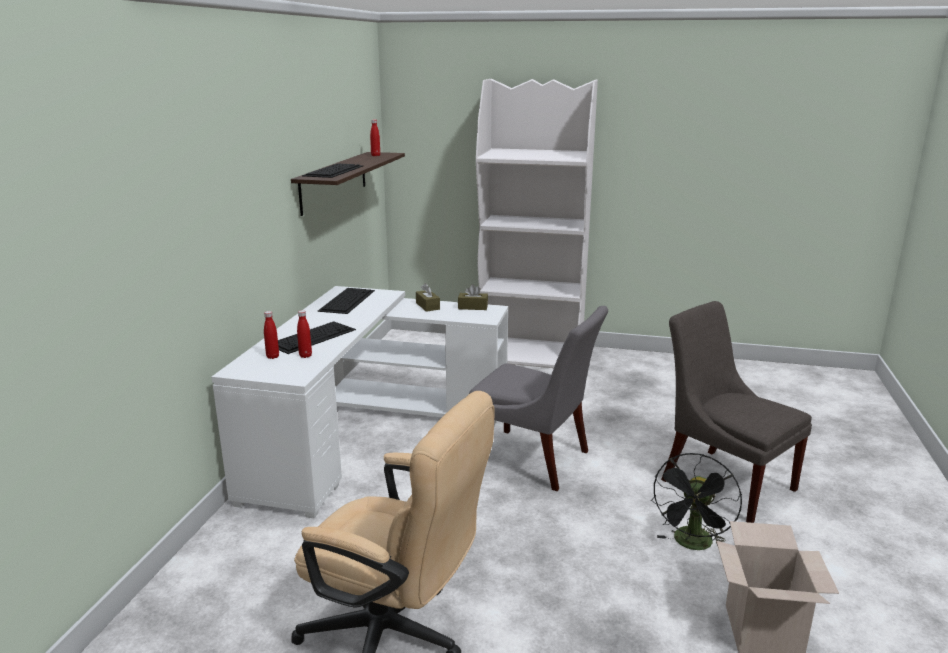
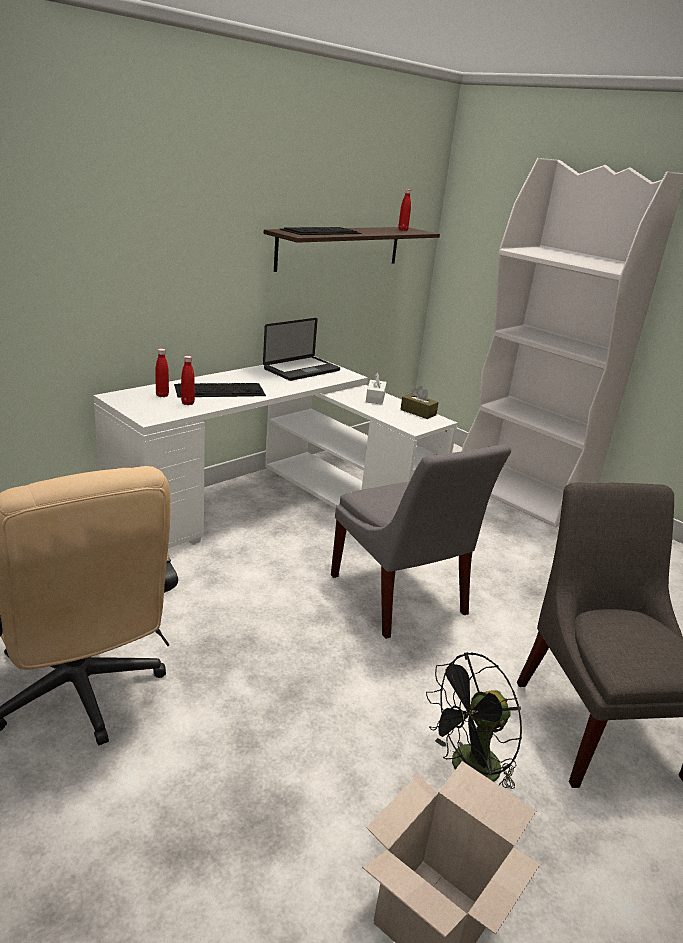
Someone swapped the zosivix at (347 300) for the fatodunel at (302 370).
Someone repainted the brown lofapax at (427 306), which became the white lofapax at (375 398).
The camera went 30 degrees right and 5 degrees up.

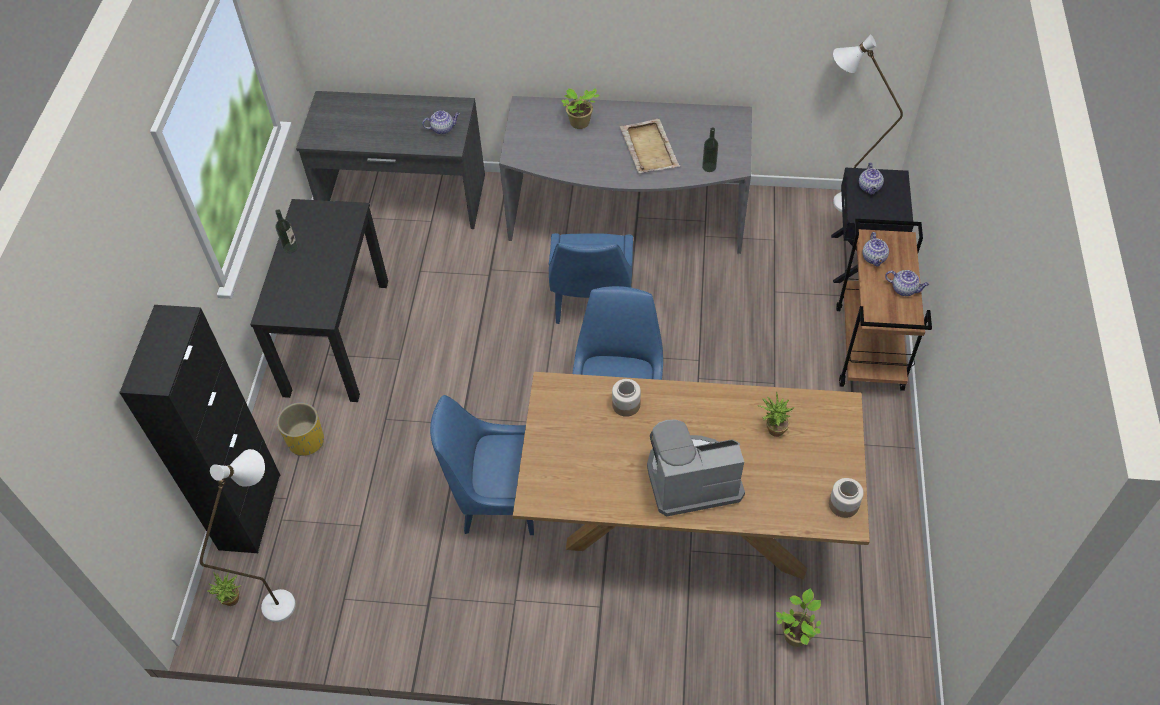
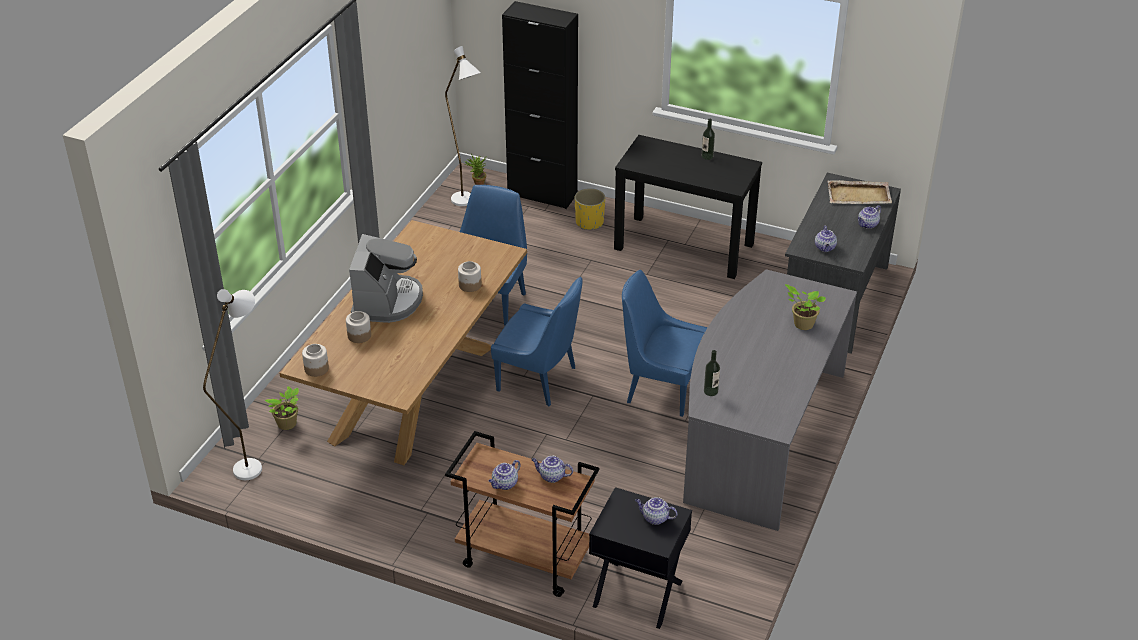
Someone carried the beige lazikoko from (649 148) to (859 195).
Someone took away the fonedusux at (772 429).
Someone carried the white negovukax from (836 202) to (254 463).
Someone put down the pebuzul at (359 335).
Someone put down the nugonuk at (867 225).
The camera went 105 degrees right and 15 degrees down.

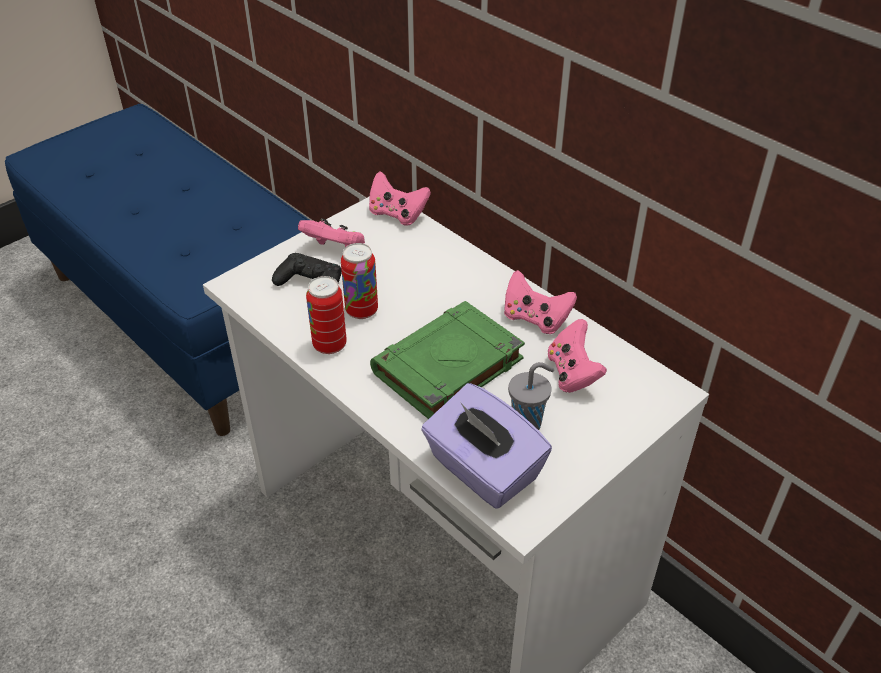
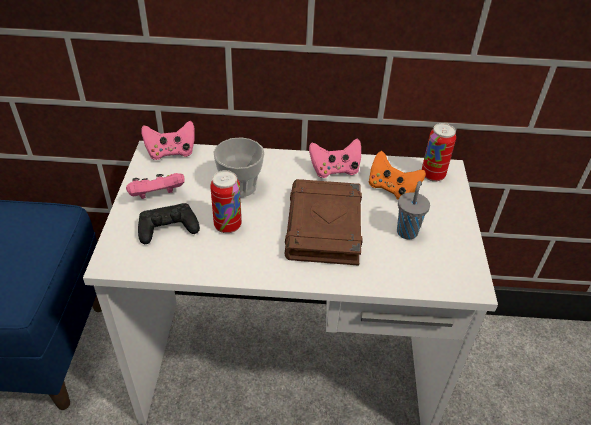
Someone carried the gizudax from (329 345) to (432 175).
Someone repainted the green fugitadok at (447 367), which became the brown fugitadok at (324 228).
Someone took away the purple lofapax at (482 470).
Someone repainted the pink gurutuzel at (572 373), which became the orange gurutuzel at (392 189).
Someone put down the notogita at (240 186).
The camera went 45 degrees left and 0 degrees up.

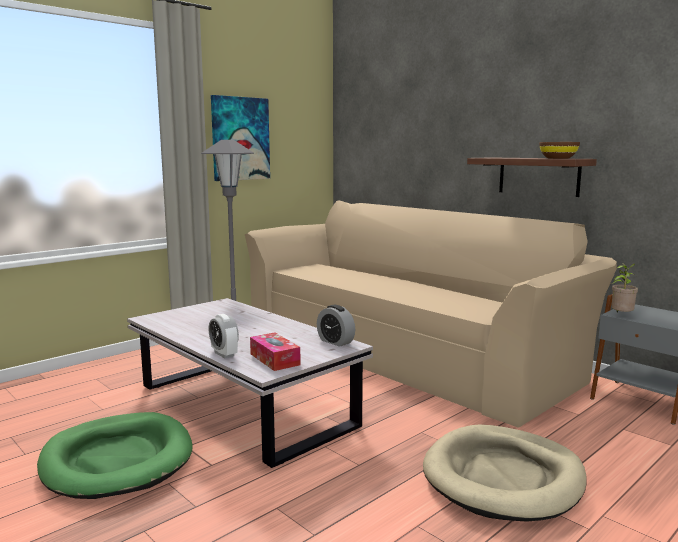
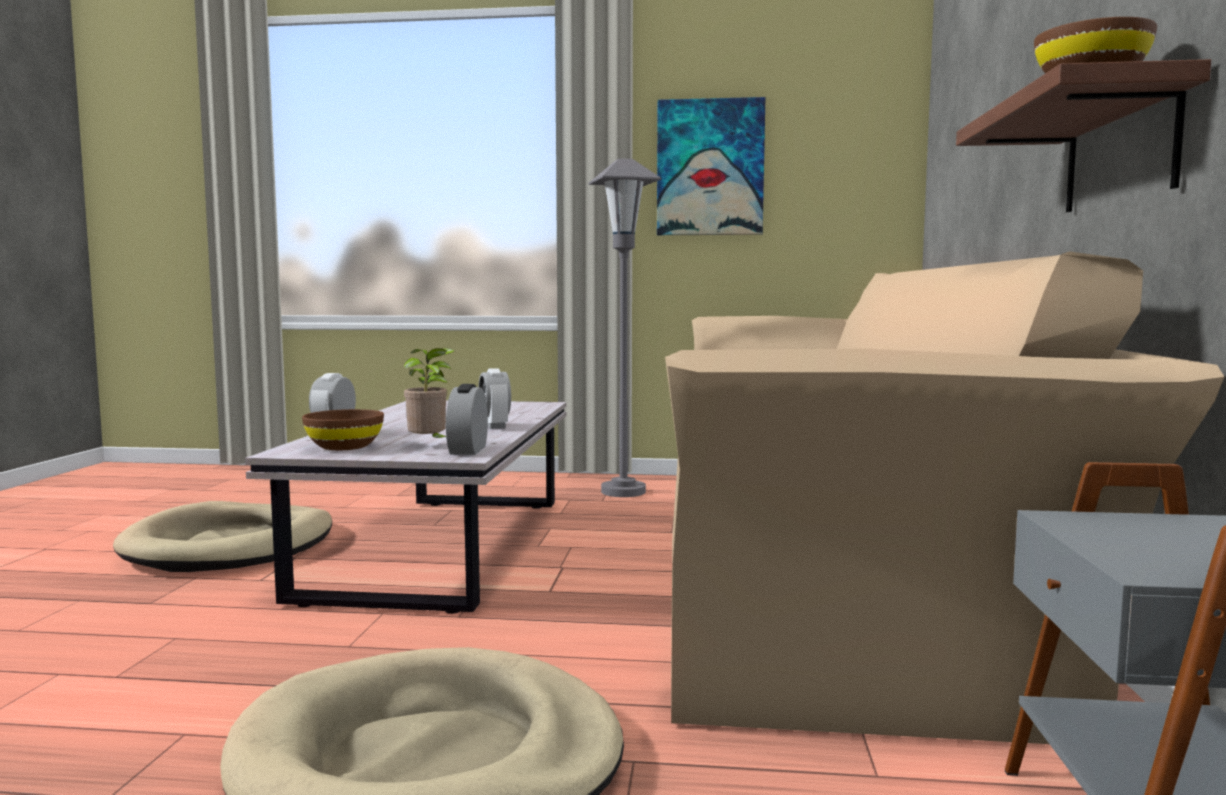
Someone repainted the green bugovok at (117 460), which became the beige bugovok at (231 545).
Someone swapped the lofapax at (274 359) for the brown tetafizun at (344 447).
Someone carried the fonedusux from (621 316) to (430 445).
Someone put down the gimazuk at (495 426).
The camera went 50 degrees right and 5 degrees down.

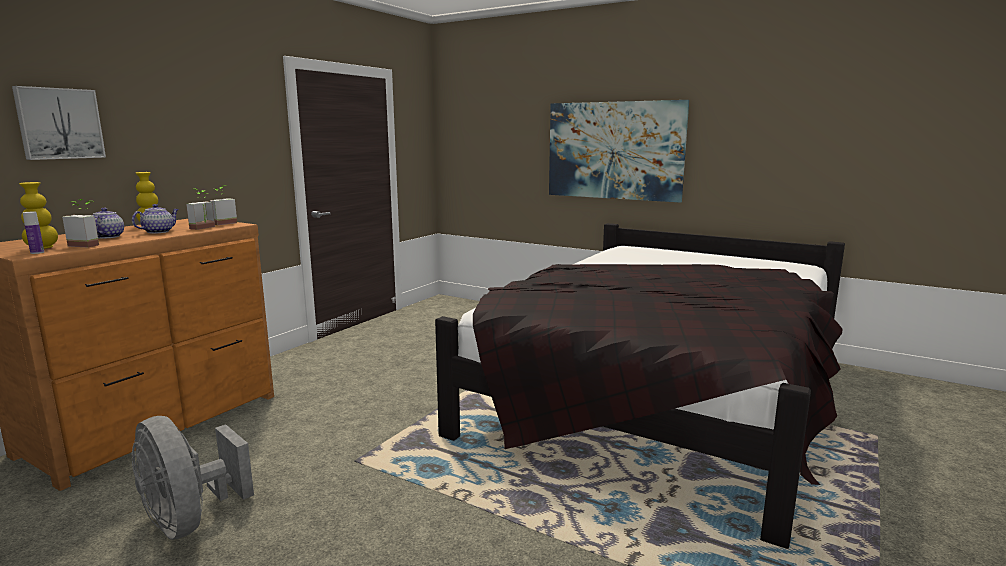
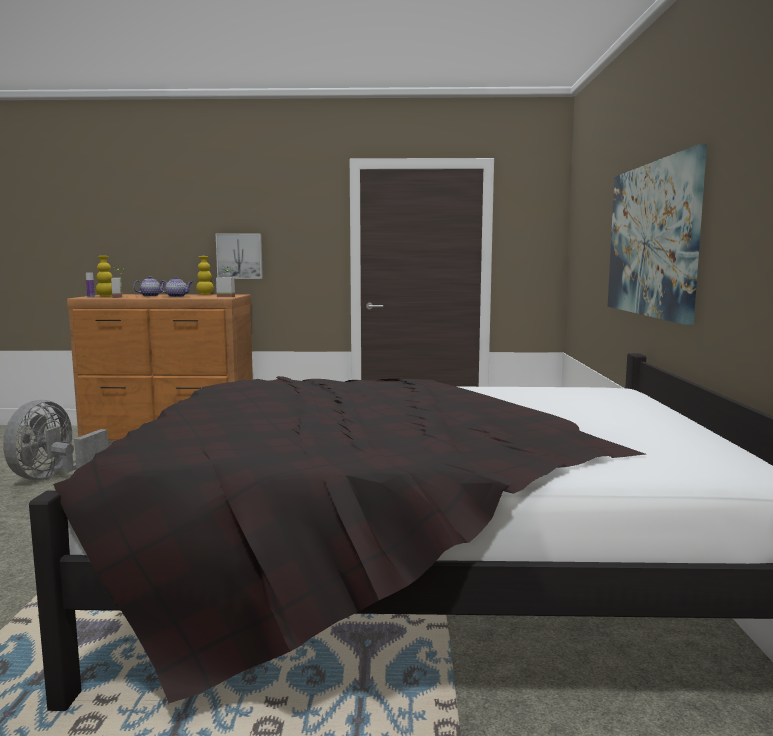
Someone carried the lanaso from (59 123) to (239 256).
Someone took away the fonedusux at (205 228).
The camera went 60 degrees right and 5 degrees down.

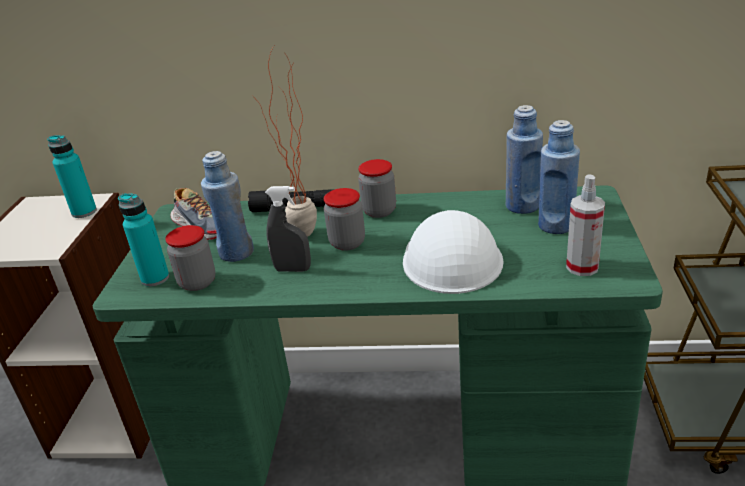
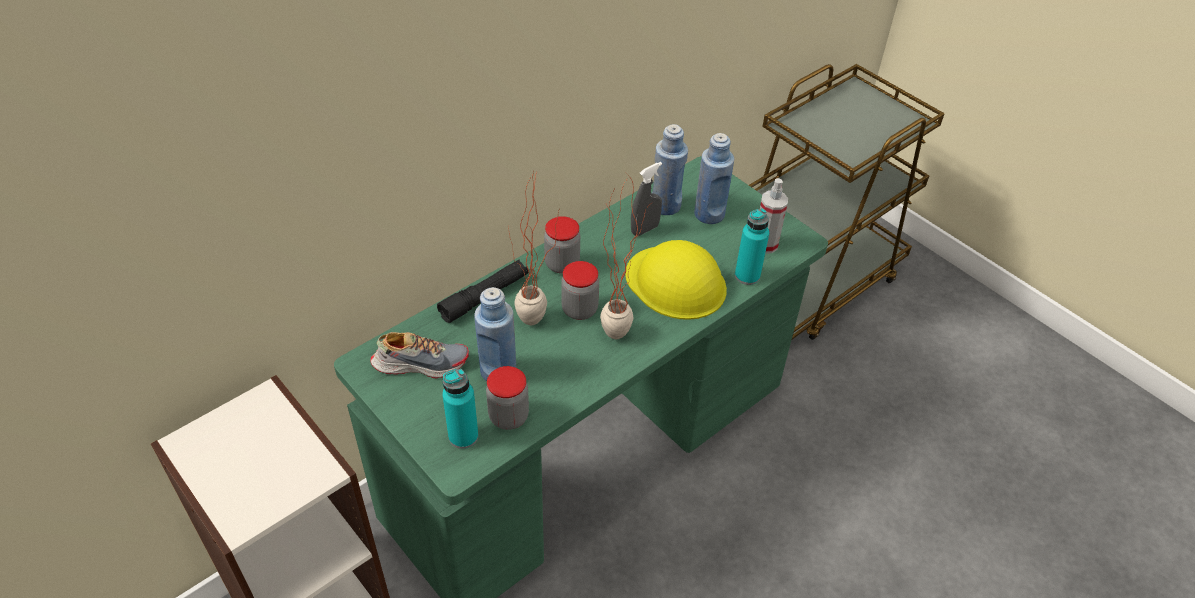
Someone carried the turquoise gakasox from (84 212) to (747 276).
Someone carried the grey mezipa from (292 269) to (644 229).
Someone repainted the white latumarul at (451 259), which became the yellow latumarul at (676 282).
Someone put down the fonedusux at (620 327).
The camera went 50 degrees left and 15 degrees up.

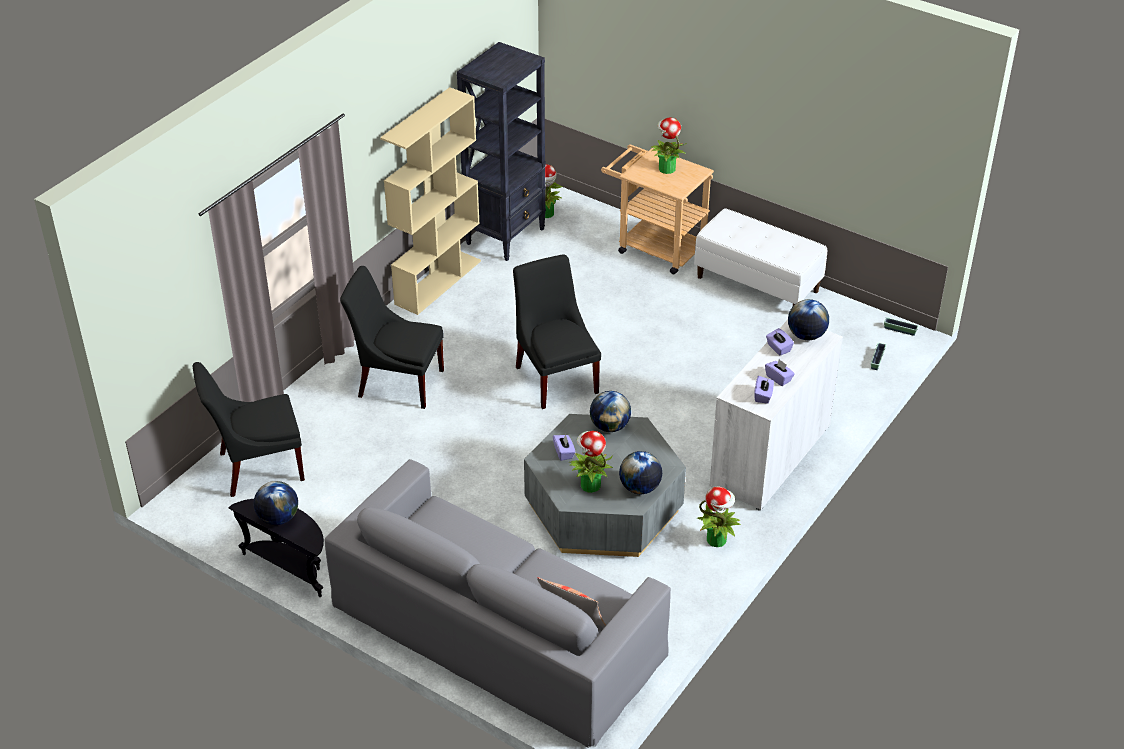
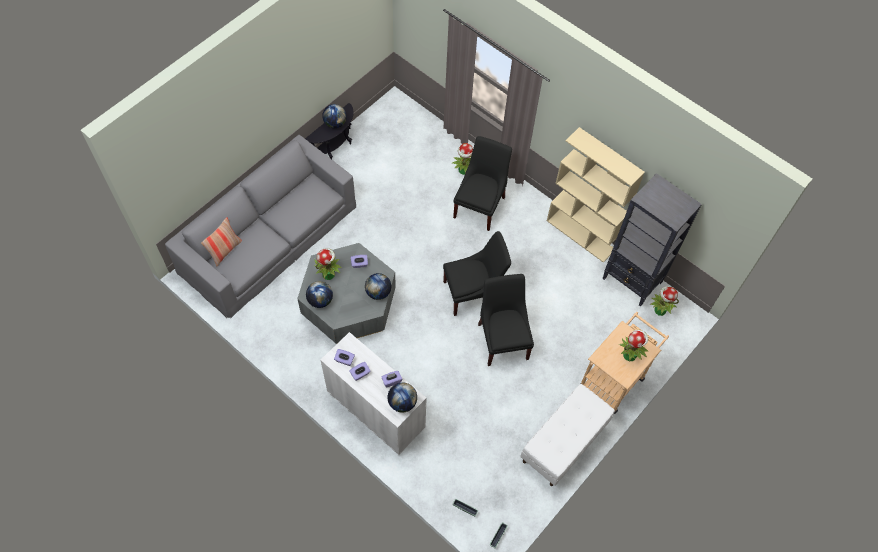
Someone carried the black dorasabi from (257 467) to (503 338).
Someone carried the fonedusux from (717 539) to (463 170).
The camera went 95 degrees right and 20 degrees up.

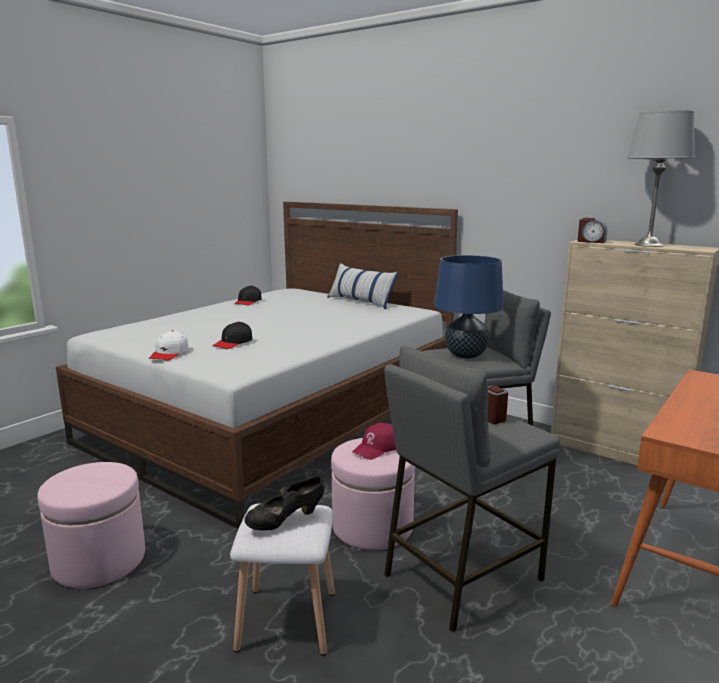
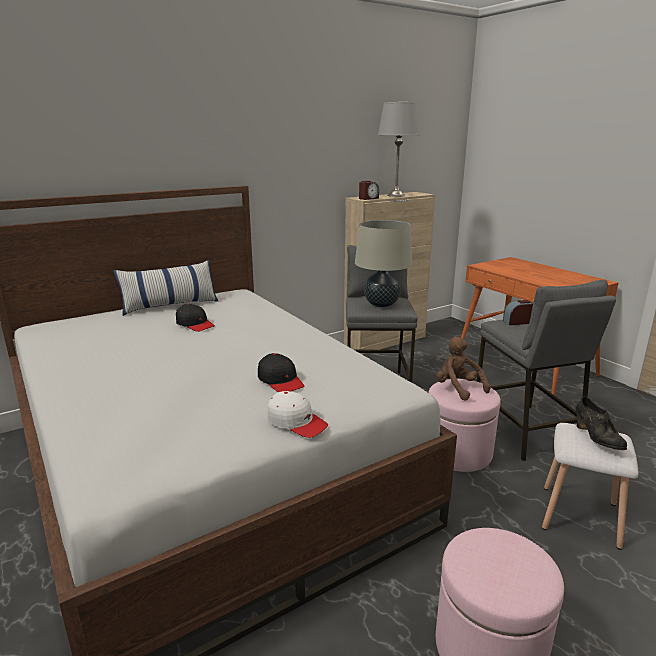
Someone carried the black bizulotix from (248 302) to (195 324).
Someone swapped the red bizulotix at (377 448) for the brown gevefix at (458 388).
Someone repainted the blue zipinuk at (465 355), which became the beige zipinuk at (381 304).
The camera went 70 degrees left and 5 degrees up.

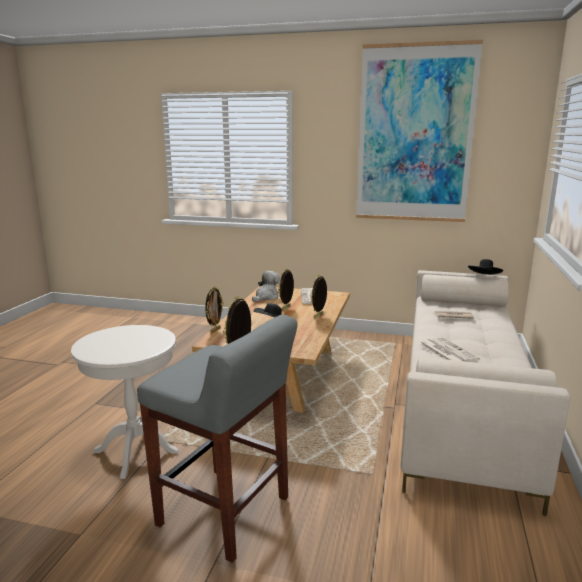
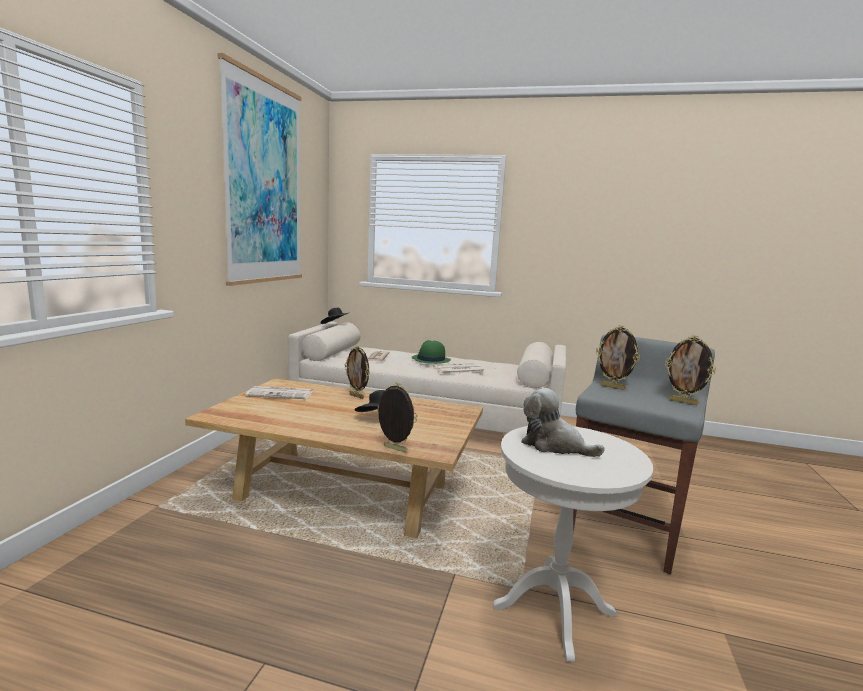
Someone carried the gevefix from (266 297) to (554 445).
Someone carried the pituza from (286 308) to (683 402).
Someone put down the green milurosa at (430 359).
The camera went 90 degrees left and 5 degrees down.

